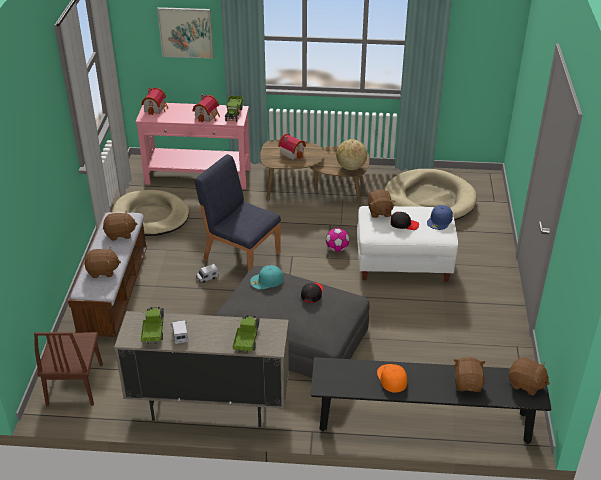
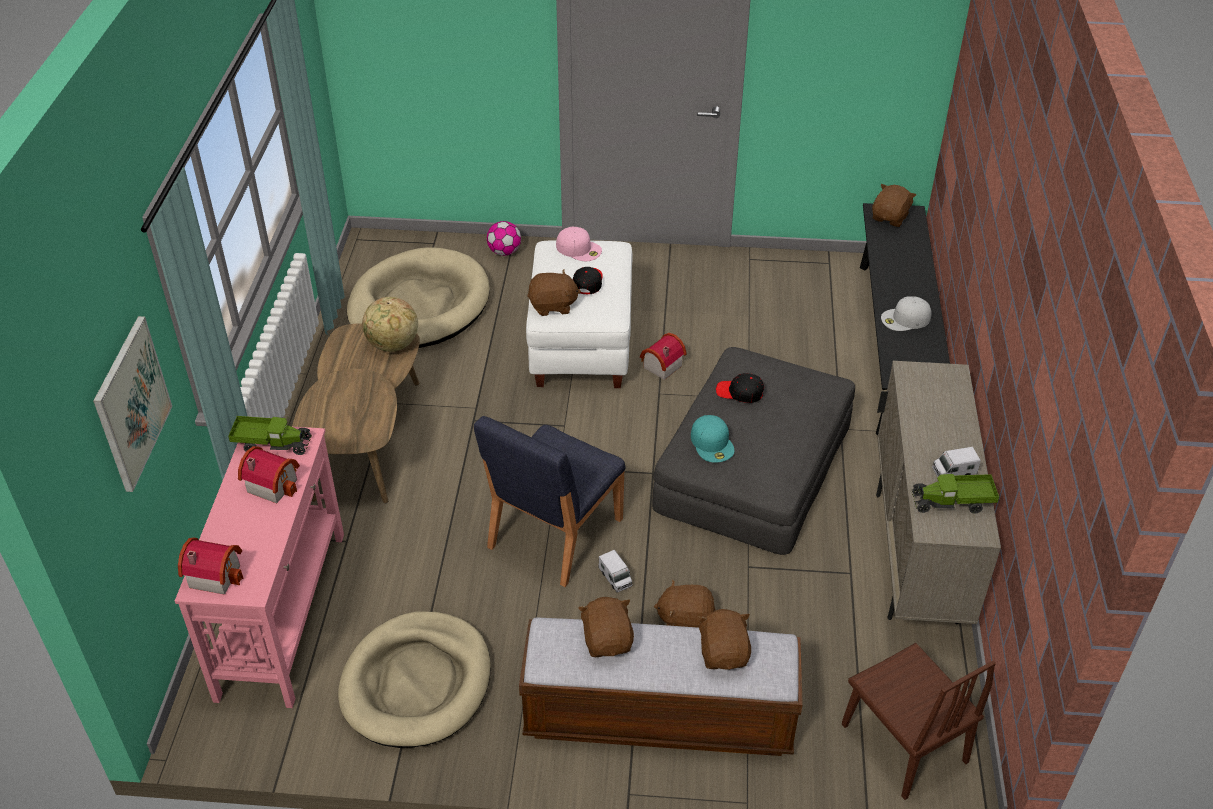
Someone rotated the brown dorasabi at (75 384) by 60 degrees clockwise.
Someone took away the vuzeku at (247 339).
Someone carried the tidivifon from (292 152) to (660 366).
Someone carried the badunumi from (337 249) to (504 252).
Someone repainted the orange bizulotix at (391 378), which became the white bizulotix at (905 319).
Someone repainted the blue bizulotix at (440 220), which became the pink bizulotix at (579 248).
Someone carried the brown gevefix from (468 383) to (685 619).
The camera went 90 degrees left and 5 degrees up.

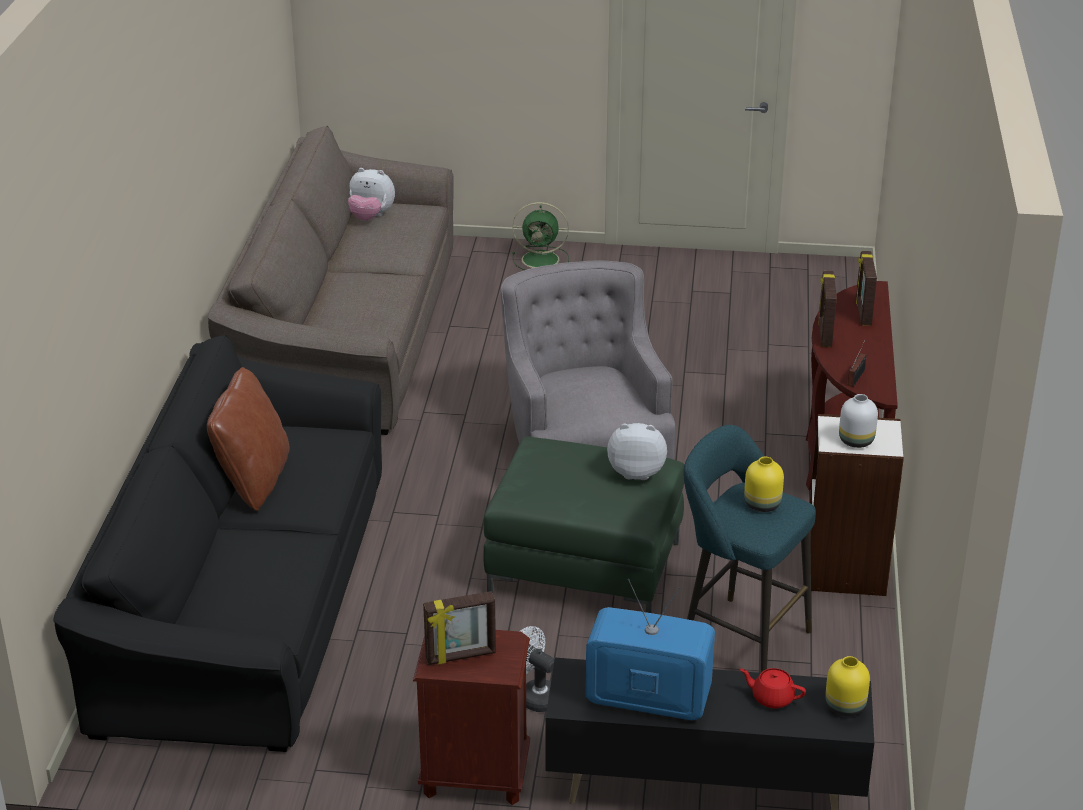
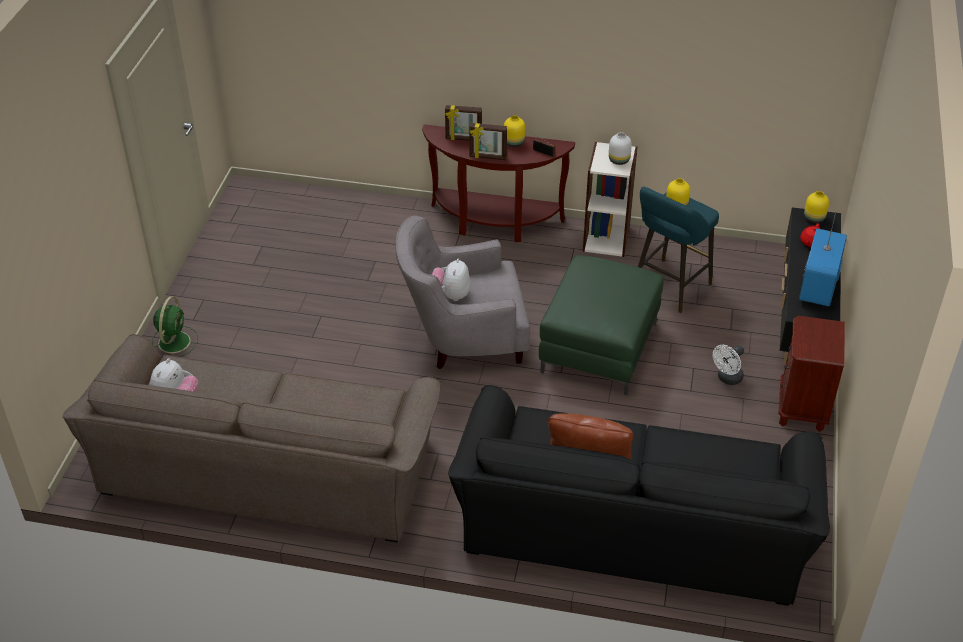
Someone took away the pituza at (461 656).
Someone carried the gevefix from (636 472) to (450 295).
Someone put down the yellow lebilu at (513 142).
The camera went 85 degrees left and 10 degrees up.

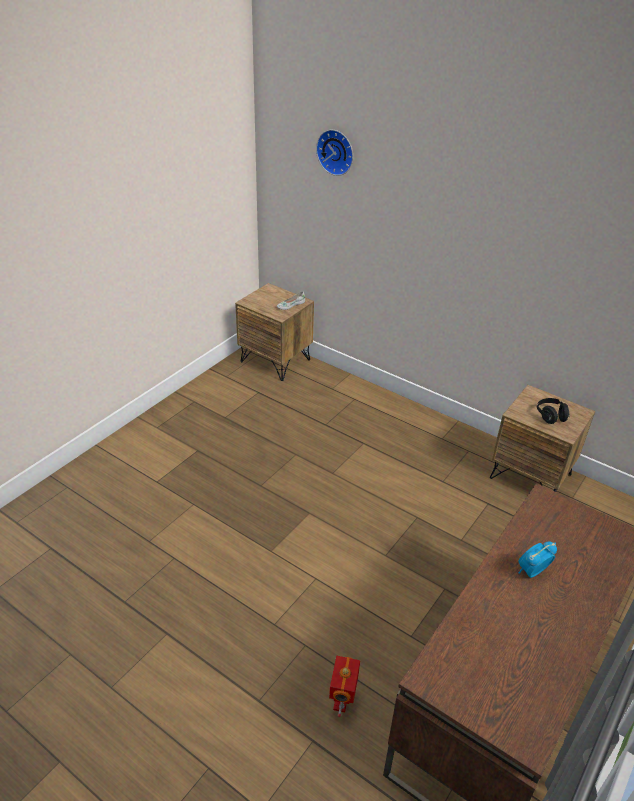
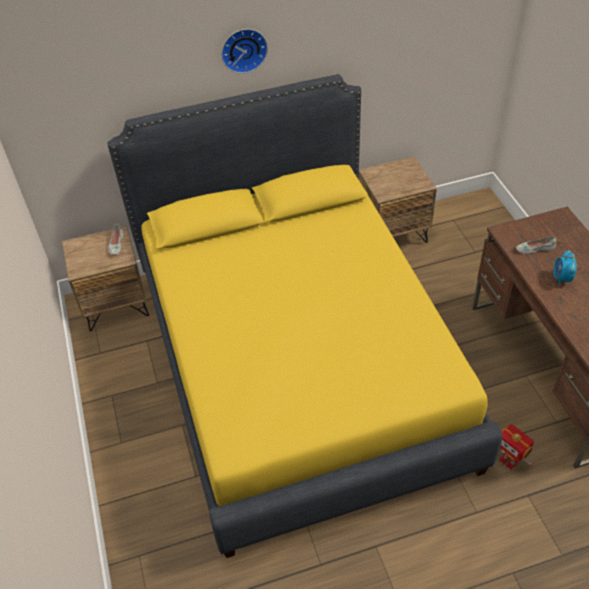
Someone carried the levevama from (336 151) to (243 49).
Someone took away the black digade at (550 416).
Someone put down the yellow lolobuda at (299 365).
Someone put down the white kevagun at (534 248).
The camera went 50 degrees left and 10 degrees up.

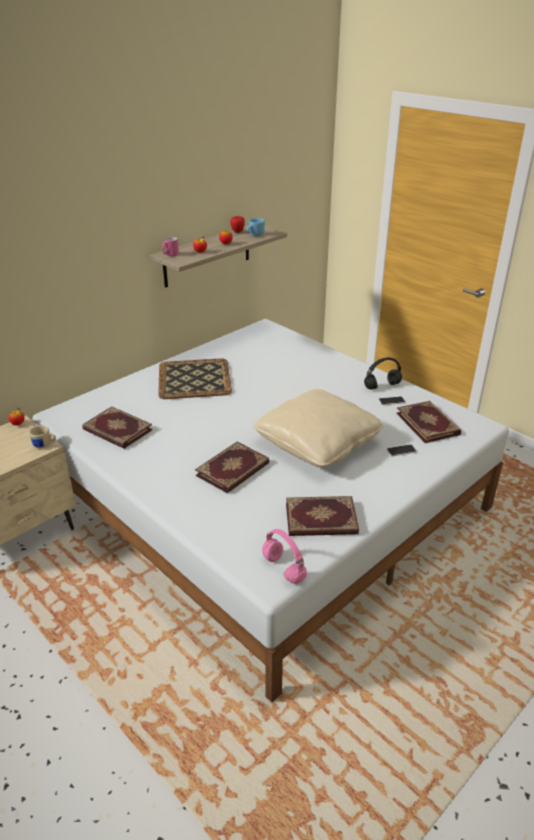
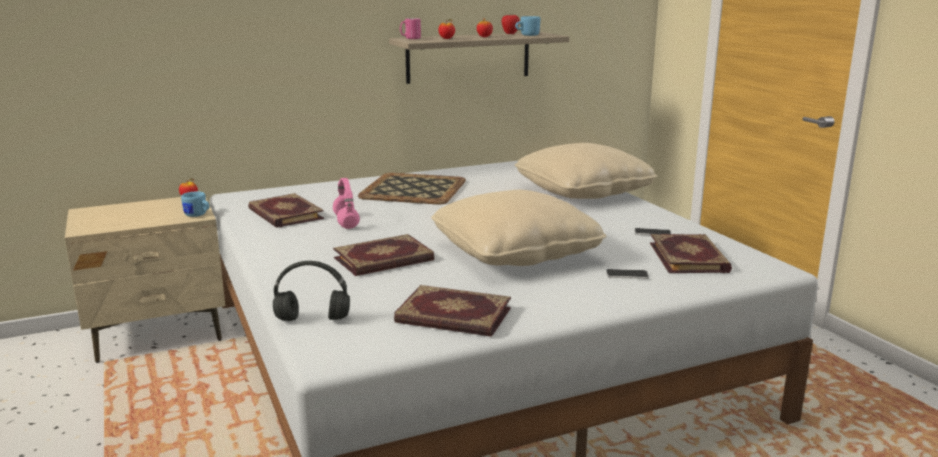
Someone repainted the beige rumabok at (45 445), which became the blue rumabok at (198 215).
Someone carried the pink digade from (282 568) to (345 222).
Someone carried the black digade from (382 385) to (314 319).
Someone put down the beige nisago at (583 192).
The camera went 20 degrees right and 15 degrees down.

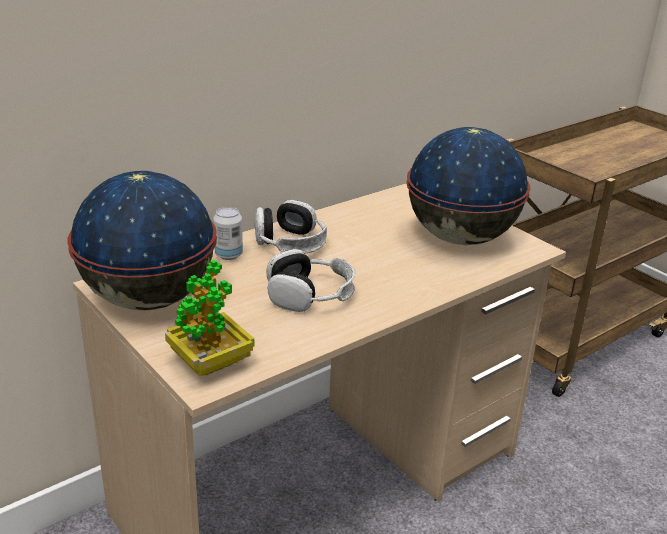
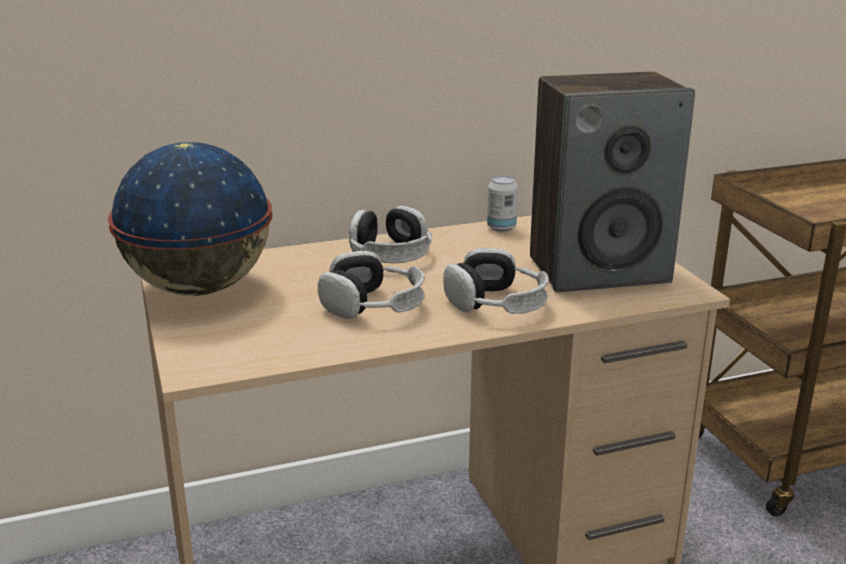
Someone took away the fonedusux at (210 363).
Someone carried the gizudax from (228 255) to (501 228).
Someone swapped the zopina at (460 238) for the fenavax at (599 270).
Someone put down the digade at (496 303).
The camera went 20 degrees right and 5 degrees down.

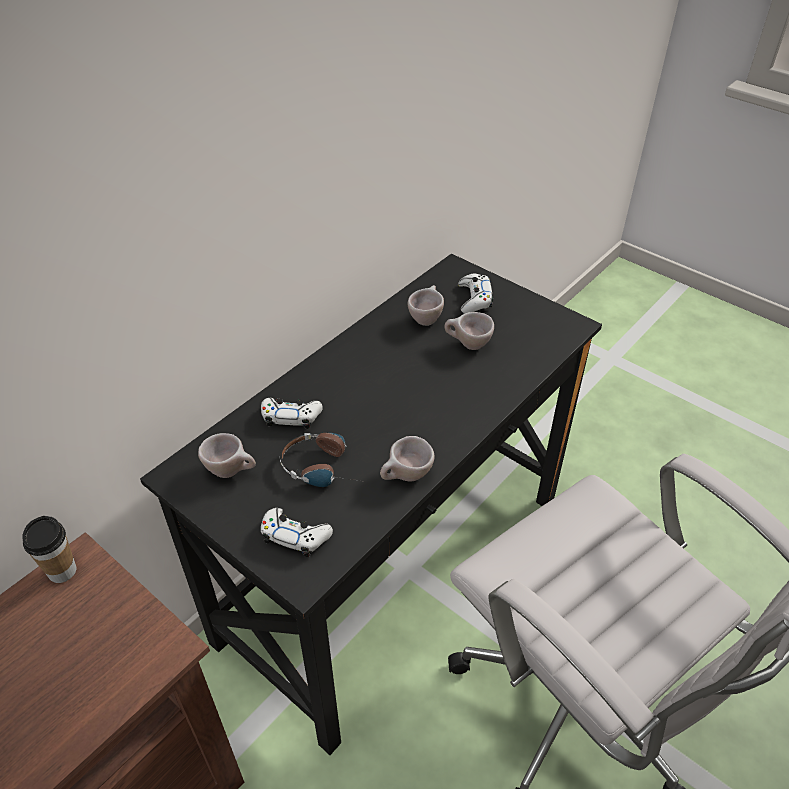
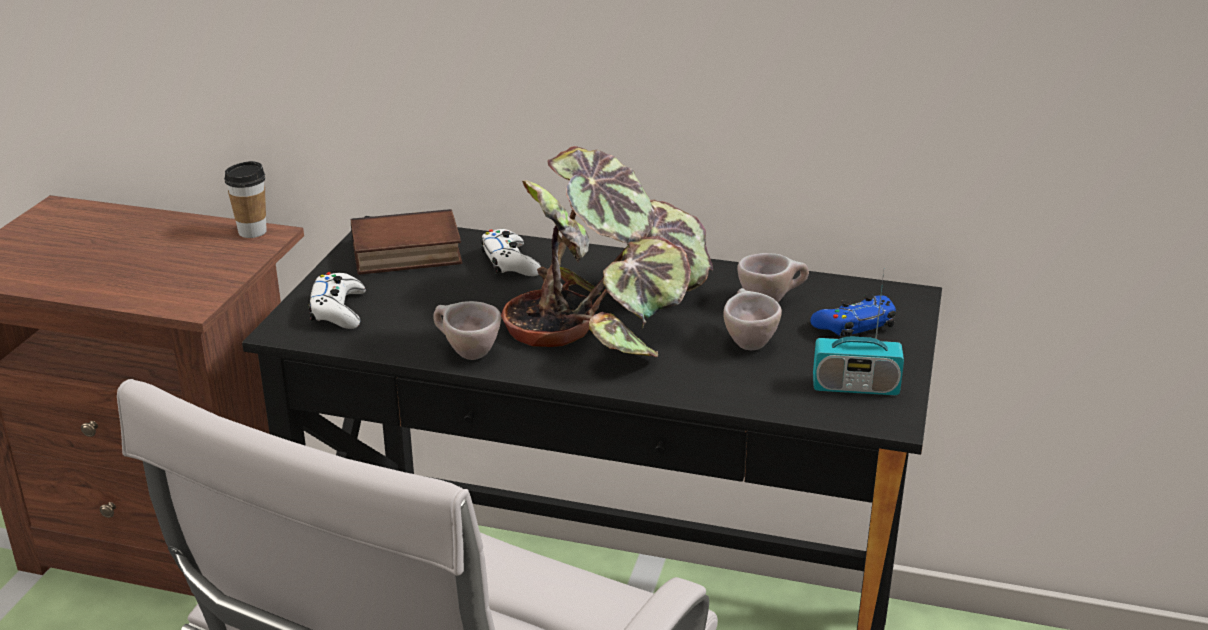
Someone swapped the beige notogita at (232 471) for the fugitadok at (405 254).
Someone took away the digade at (325 467).
Someone repainted the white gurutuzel at (474 299), which became the blue gurutuzel at (854 326).
Someone put down the fonedusux at (610 318).
Someone put down the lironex at (855 387).
The camera went 65 degrees right and 15 degrees down.

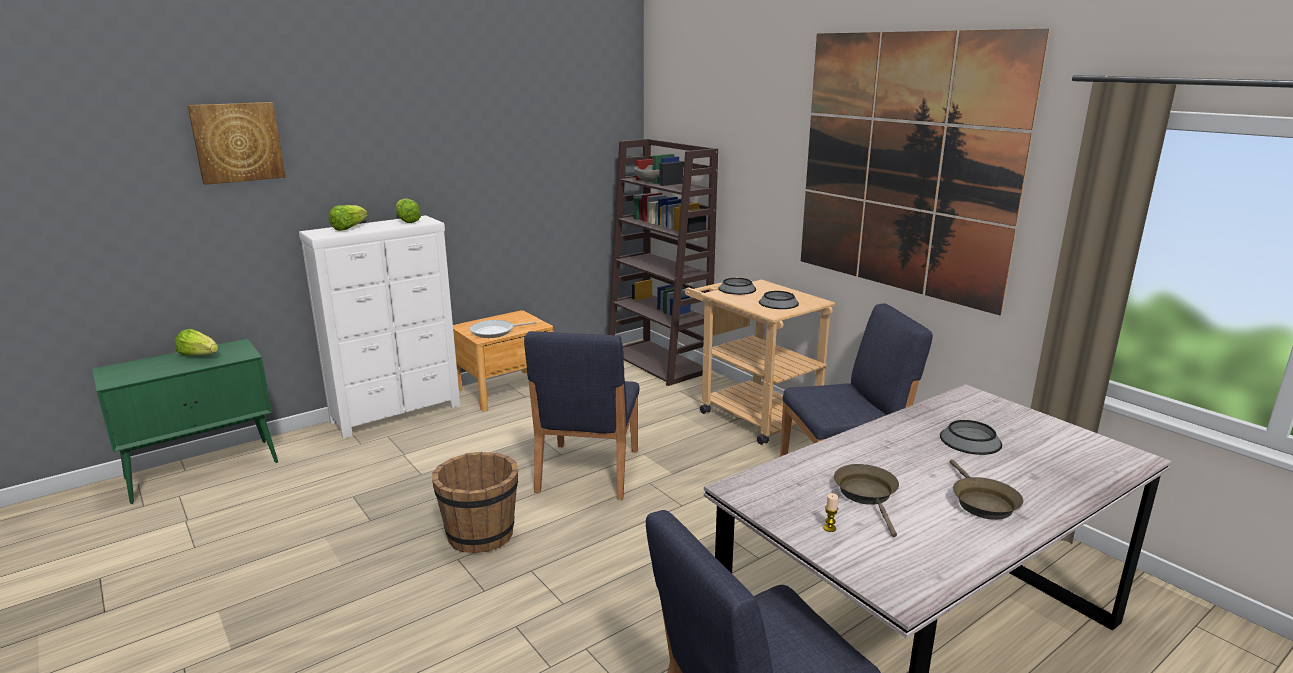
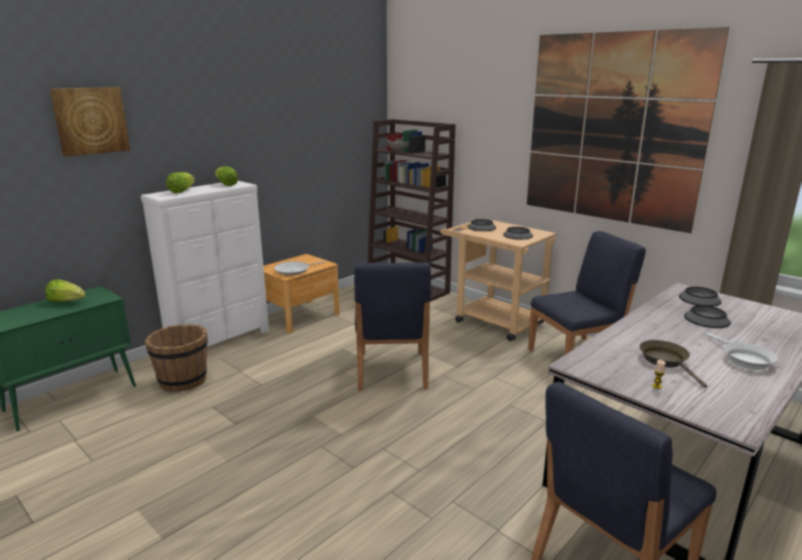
Someone carried the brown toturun from (480 534) to (183 380).
Someone repainted the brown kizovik at (981 502), which became the white kizovik at (743 359).
Someone put down the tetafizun at (699 299).
The camera went 10 degrees left and 0 degrees up.

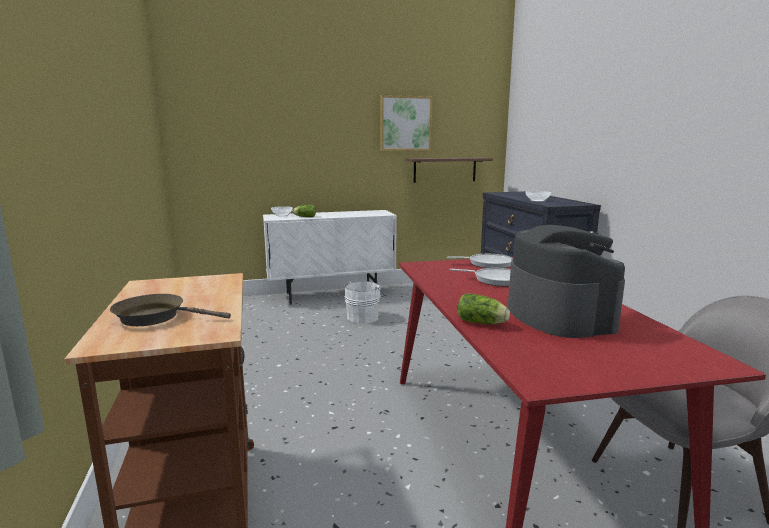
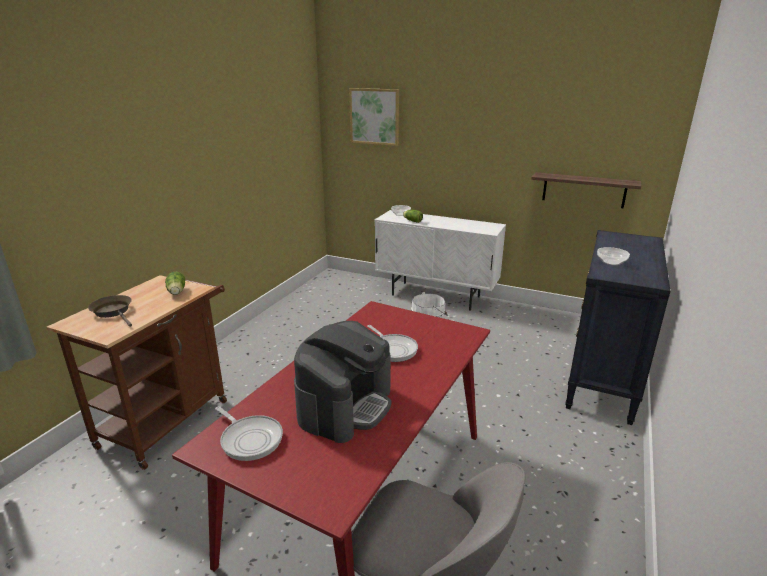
Someone carried the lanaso from (405 123) to (374 116).
Someone carried the kizovik from (487 264) to (250 439).
Someone carried the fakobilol from (483 323) to (176 292).
The camera went 40 degrees right and 10 degrees up.

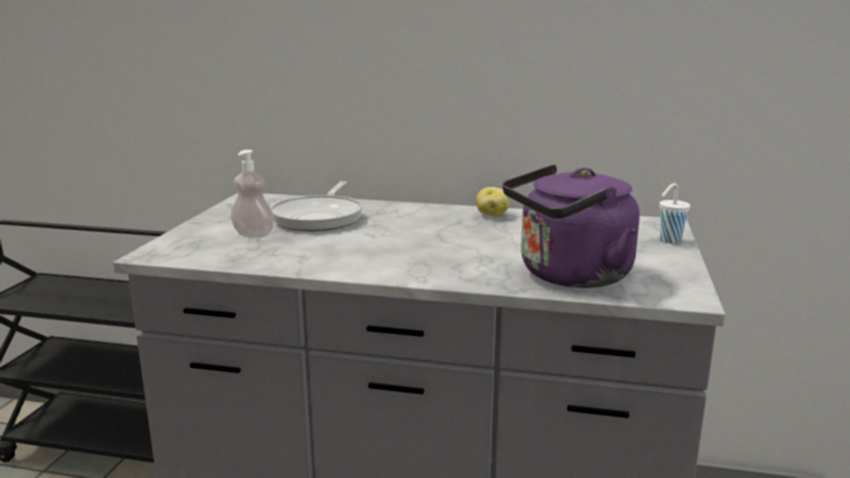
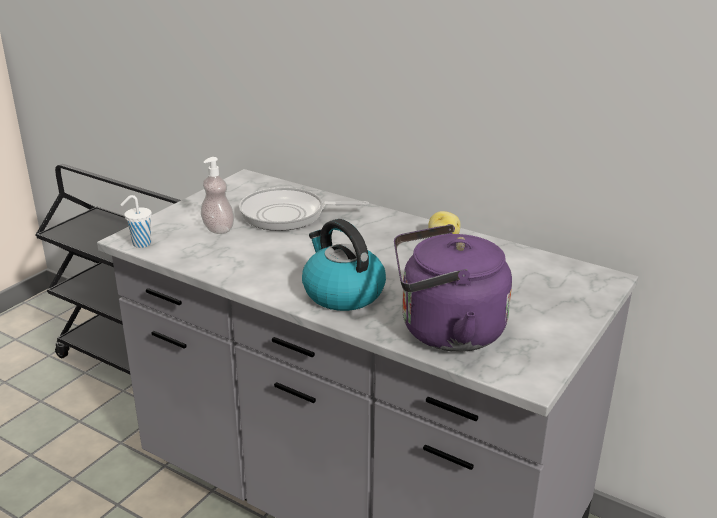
Someone rotated the kizovik at (320 217) by 60 degrees clockwise.
Someone carried the white notogita from (669 241) to (140 244).
Someone put down the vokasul at (342 293).
The camera went 20 degrees right and 10 degrees up.

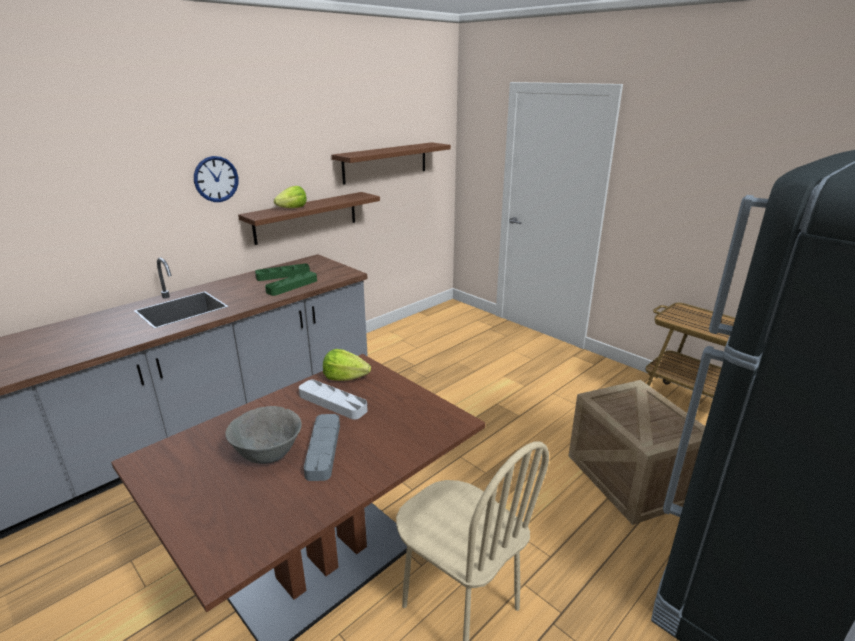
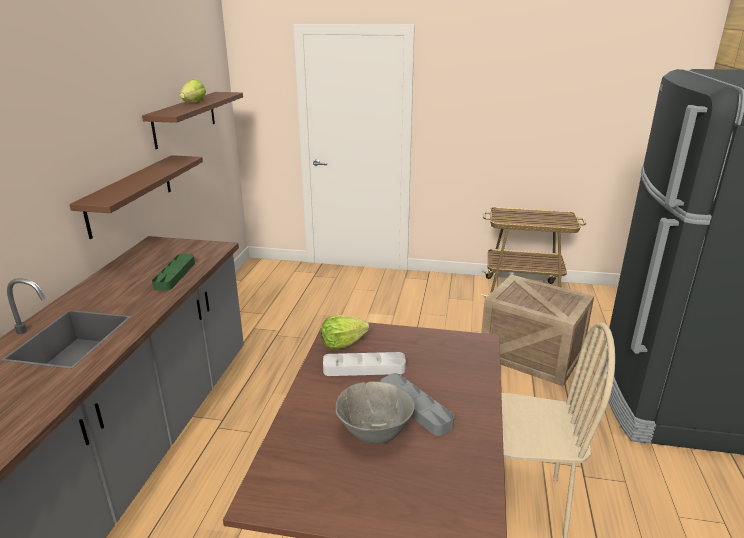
Someone took away the levevama at (216 179).
Someone took away the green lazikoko at (283 275).
Someone carried the fakobilol from (293 208) to (193 103).
The camera went 35 degrees left and 0 degrees up.

